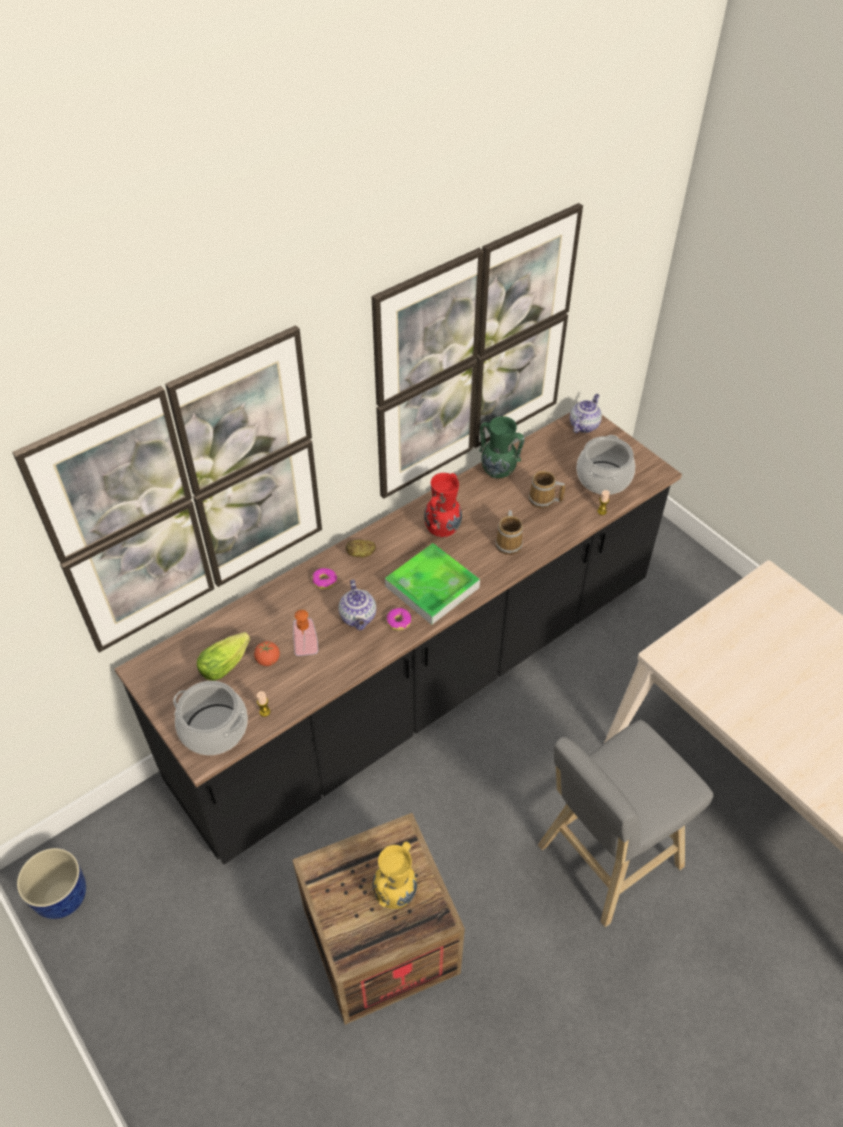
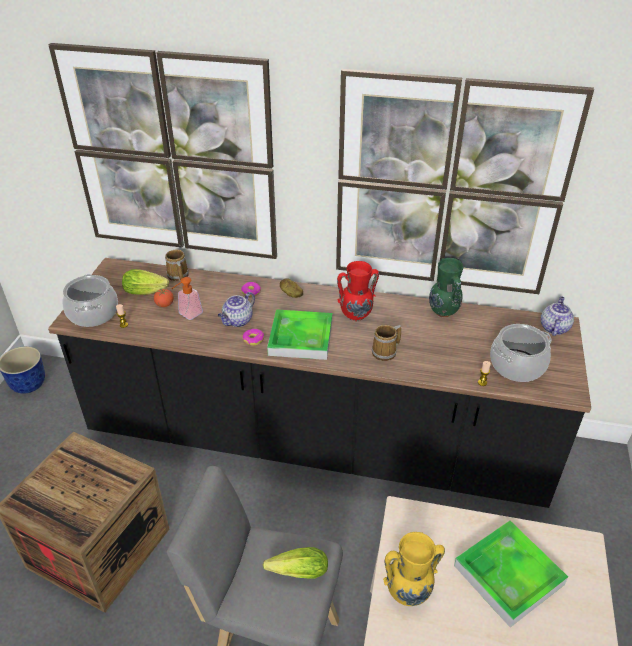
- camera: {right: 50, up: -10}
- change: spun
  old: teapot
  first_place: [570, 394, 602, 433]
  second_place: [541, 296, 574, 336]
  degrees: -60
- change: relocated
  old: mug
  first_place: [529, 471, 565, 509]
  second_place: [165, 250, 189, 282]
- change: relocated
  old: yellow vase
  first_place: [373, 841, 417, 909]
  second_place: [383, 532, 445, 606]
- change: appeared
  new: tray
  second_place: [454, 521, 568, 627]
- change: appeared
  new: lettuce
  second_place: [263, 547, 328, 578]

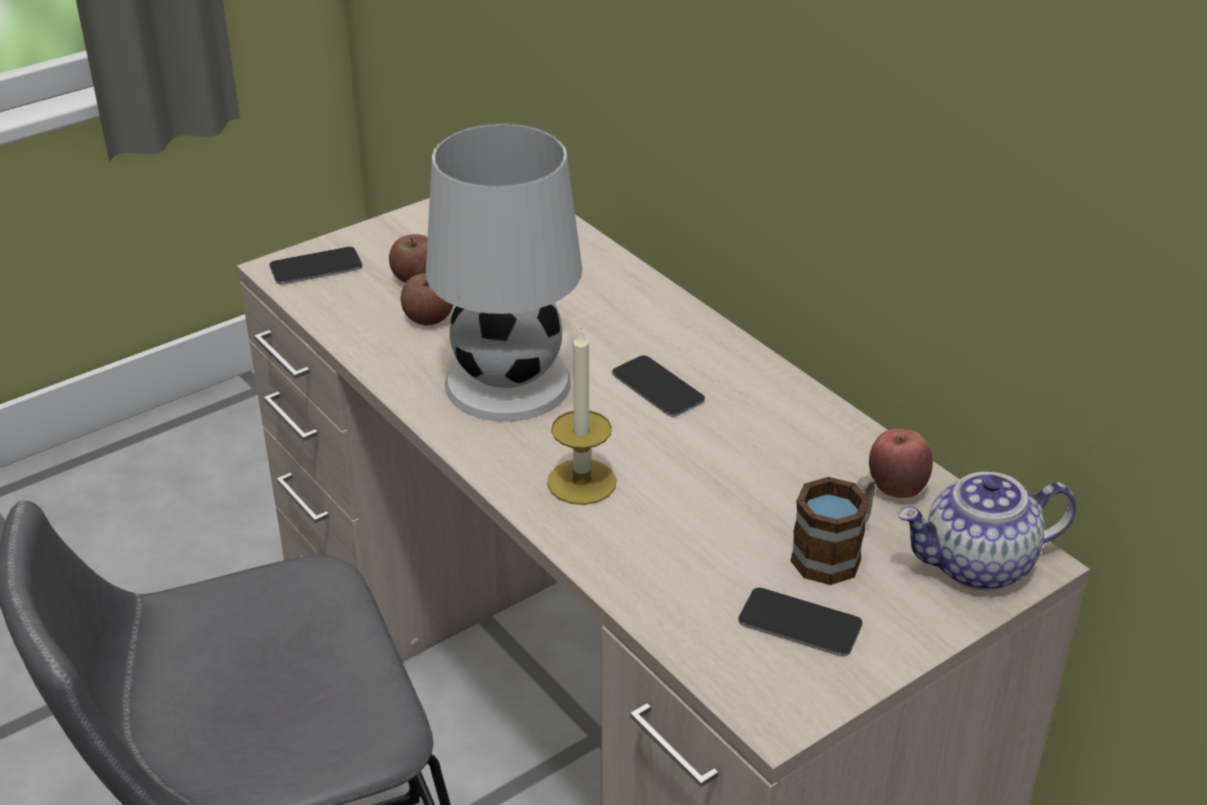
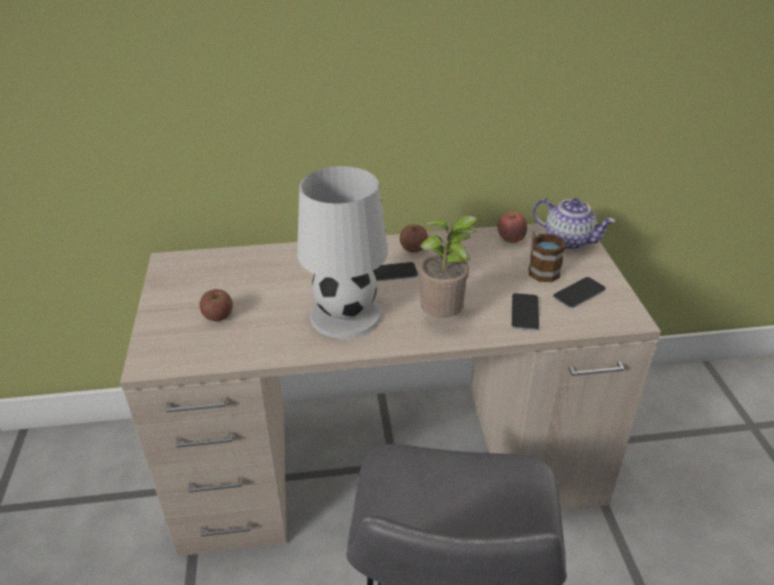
- camera: {right: -60, up: 0}
- change: relocated
  old: phone
  first_place: [269, 247, 362, 285]
  second_place: [512, 293, 539, 330]
- change: relocated
  old: apple
  first_place: [401, 273, 453, 325]
  second_place: [400, 225, 428, 253]
- change: exchanged
  old: candle
  new: potted plant
  first_place: [547, 327, 617, 505]
  second_place: [418, 216, 478, 318]
- change: spun
  old: teapot
  first_place: [898, 472, 1077, 590]
  second_place: [533, 198, 616, 250]
  degrees: -75

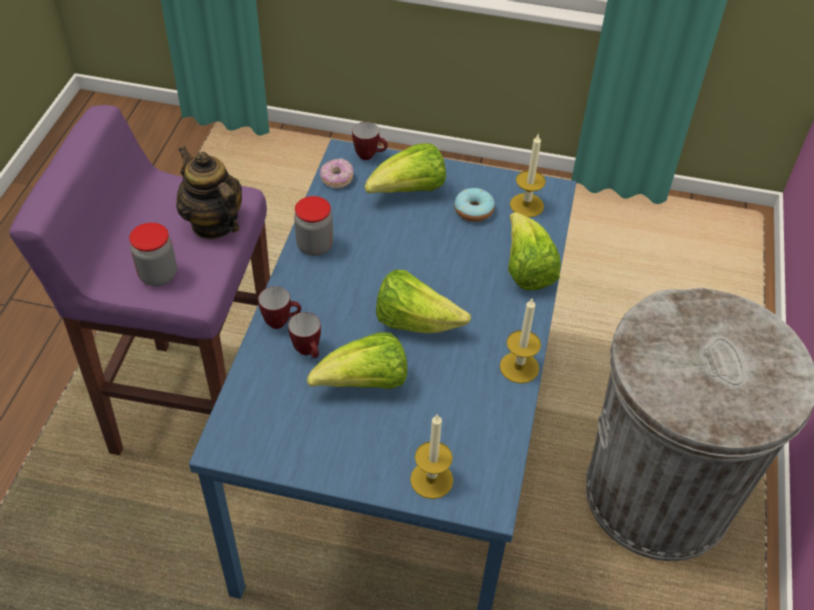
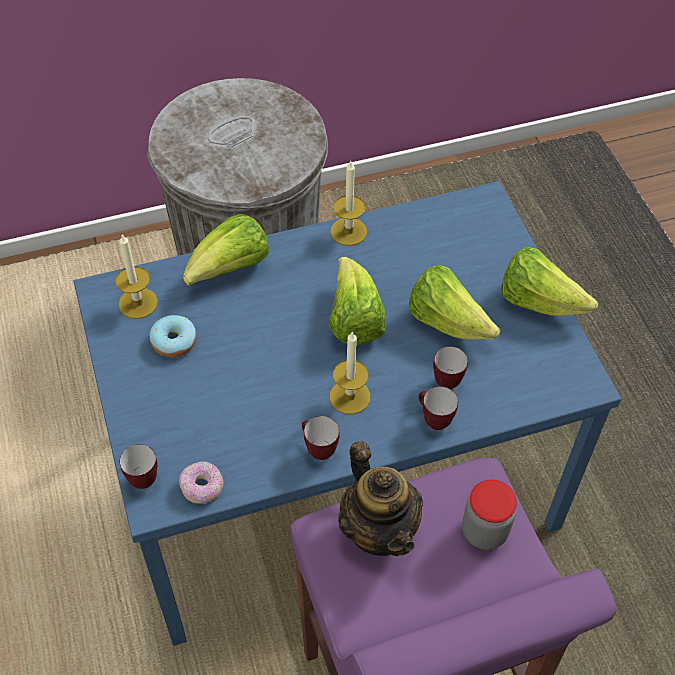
- camera: {right: -120, up: 5}
- change: relocated
  old: lettuce
  first_place: [365, 143, 446, 193]
  second_place: [501, 247, 598, 316]
- change: spun
  old: teapot
  first_place: [176, 146, 242, 239]
  second_place: [338, 441, 423, 556]
  degrees: -45
- change: exchanged
  old: jar
  new: mug
  first_place: [294, 196, 333, 256]
  second_place: [302, 416, 339, 460]
- change: relocated
  old: candle
  first_place: [410, 413, 453, 499]
  second_place: [330, 331, 370, 414]

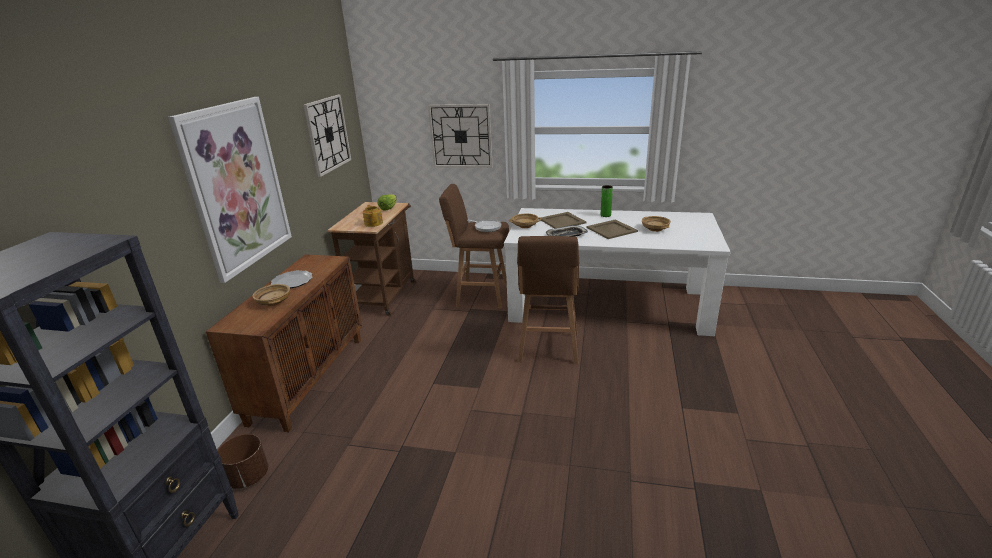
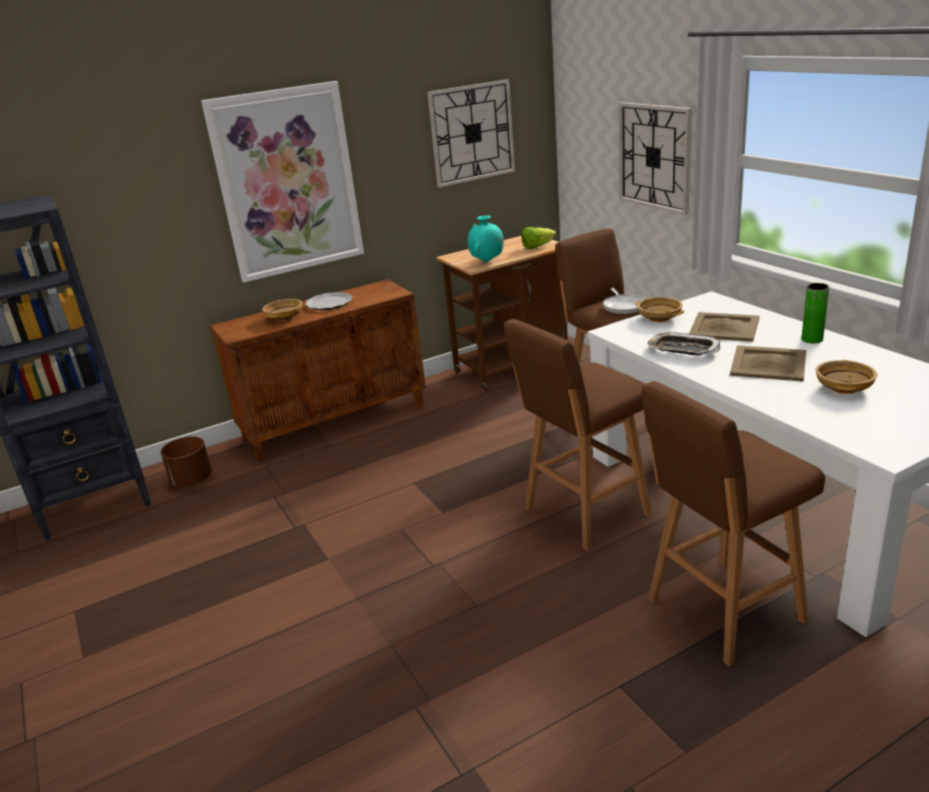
- camera: {right: 50, up: 0}
- change: exchanged
  old: teapot
  new: turquoise vase
  first_place: [363, 205, 383, 227]
  second_place: [467, 215, 504, 262]
- change: appeared
  new: brown stool
  second_place: [642, 381, 825, 666]

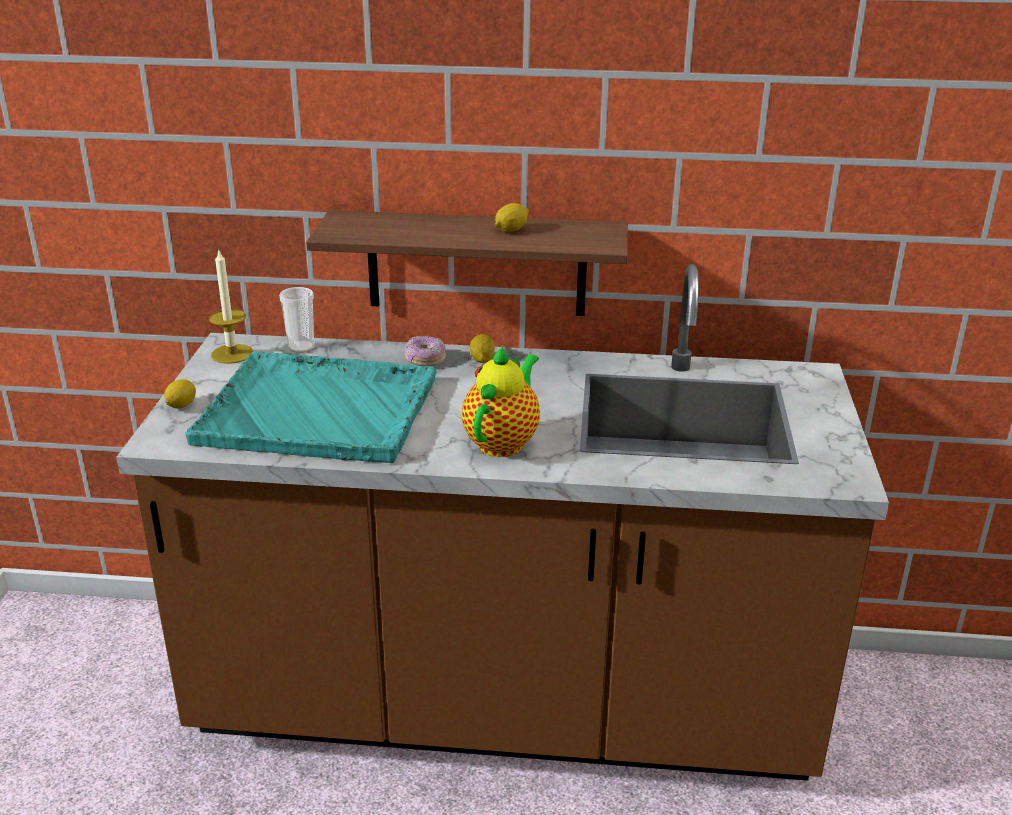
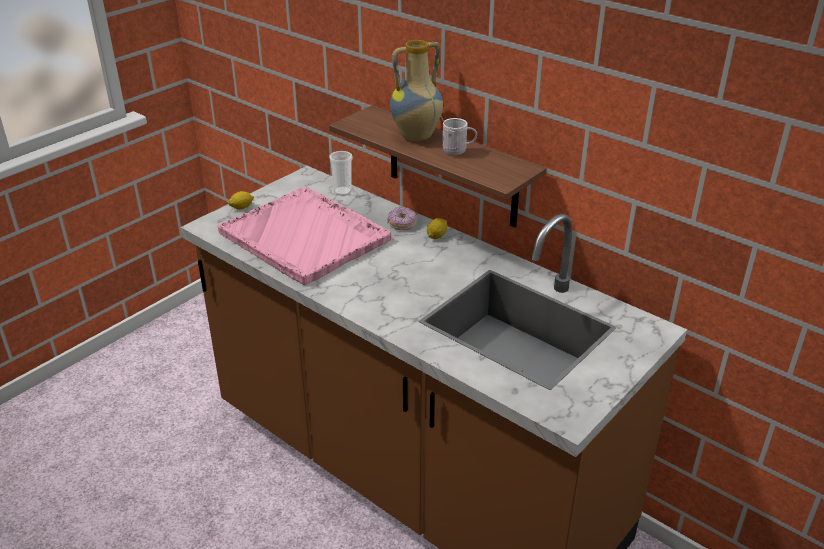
- camera: {right: 35, up: 5}
- change: exchanged
  old: lemon
  new: white mug
  first_place: [495, 203, 529, 233]
  second_place: [441, 116, 477, 155]
- change: missing
  old: candle
  first_place: [209, 248, 253, 364]
- change: missing
  old: teapot
  first_place: [462, 345, 540, 457]
- change: colour
  old: turquoise tray
  new: pink tray
  first_place: [185, 352, 436, 463]
  second_place: [217, 186, 391, 285]
- change: appeared
  new: vase
  second_place: [390, 40, 443, 141]

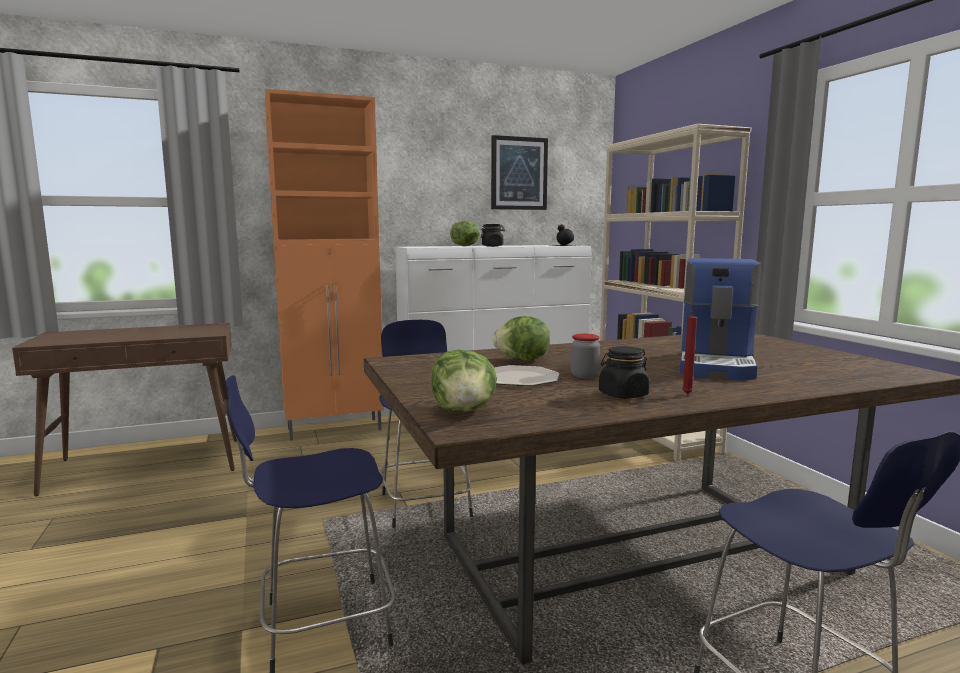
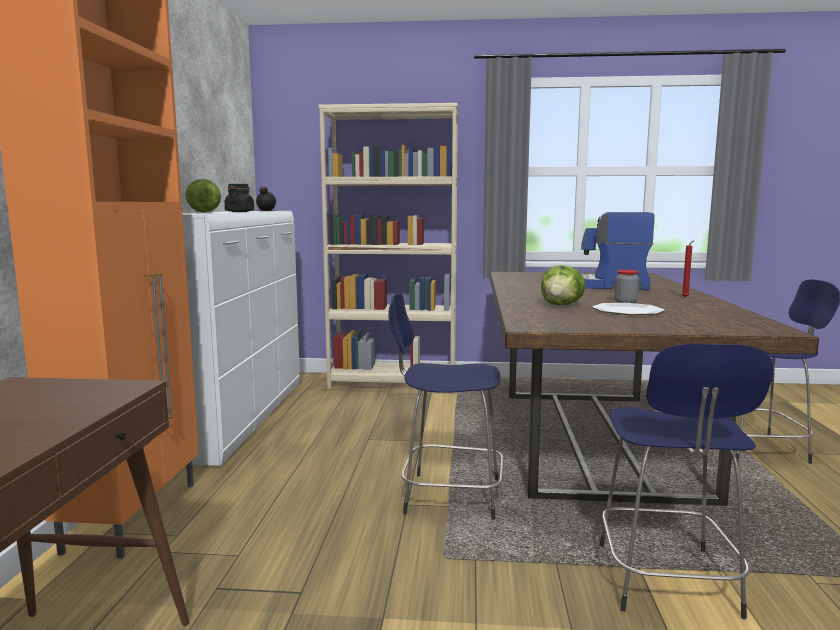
- camera: {right: -65, up: 0}
- change: missing
  old: picture
  first_place: [491, 135, 548, 210]
- change: spun
  old: coffee machine
  first_place: [680, 258, 761, 381]
  second_place: [581, 212, 655, 290]
  degrees: 150
- change: missing
  old: black jar
  first_place: [599, 346, 649, 399]
- change: missing
  old: lettuce
  first_place: [431, 350, 497, 413]

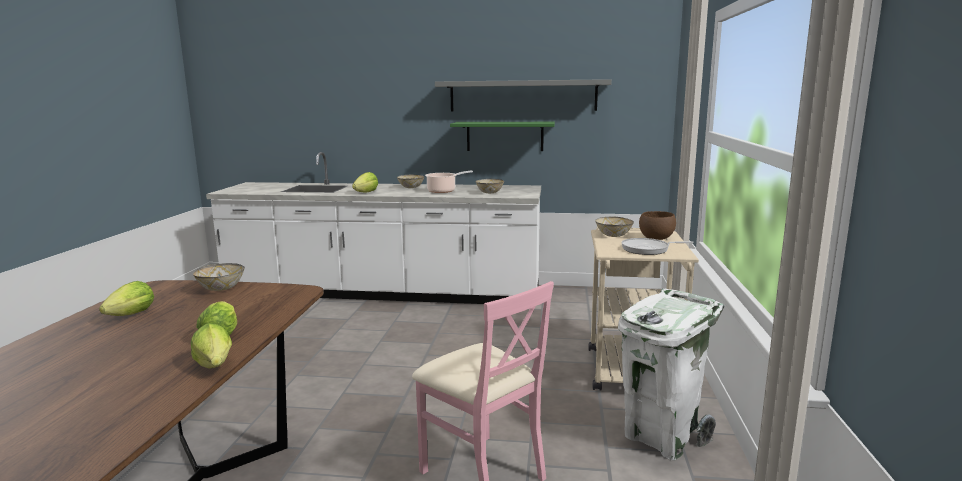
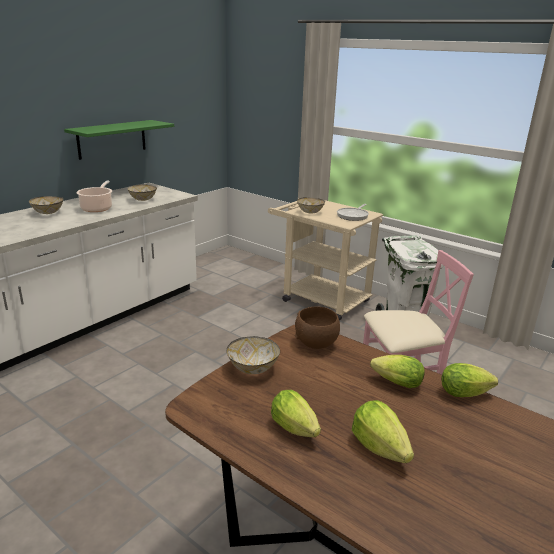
- camera: {right: -60, up: 10}
- change: missing
  old: grey shelf
  first_place: [435, 79, 612, 112]
- change: relocated
  old: lettuce
  first_place: [352, 172, 378, 192]
  second_place: [352, 400, 414, 463]
- change: relocated
  old: brown bowl
  first_place: [639, 211, 676, 240]
  second_place: [295, 307, 340, 349]

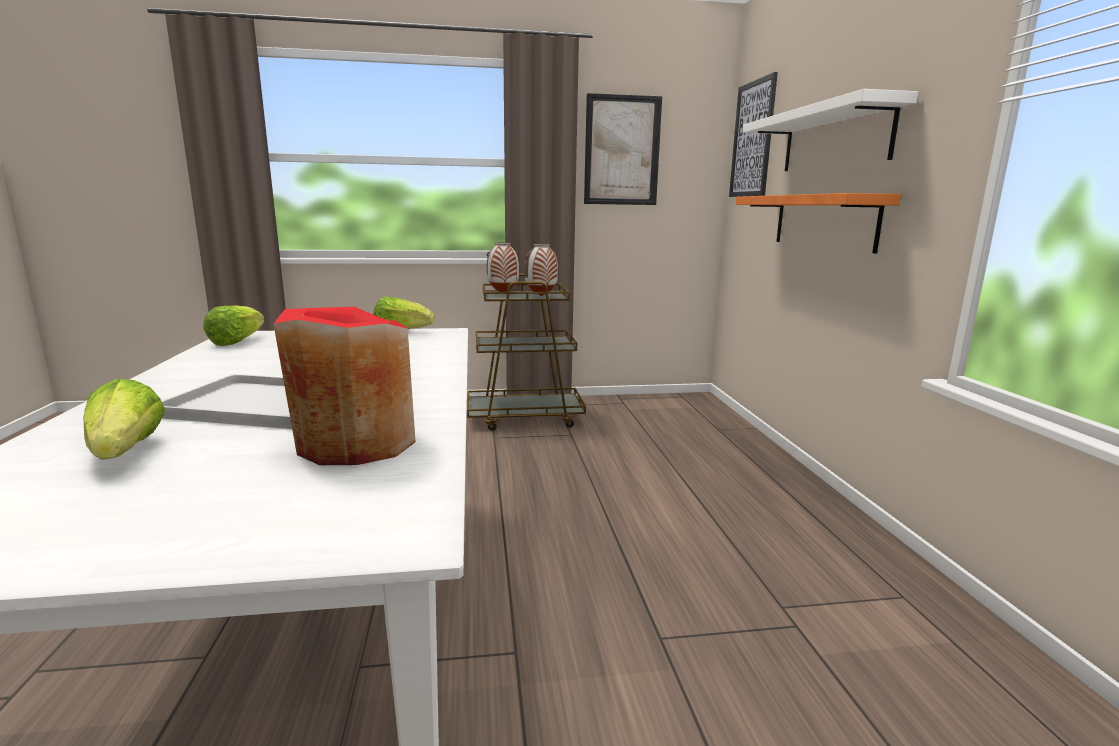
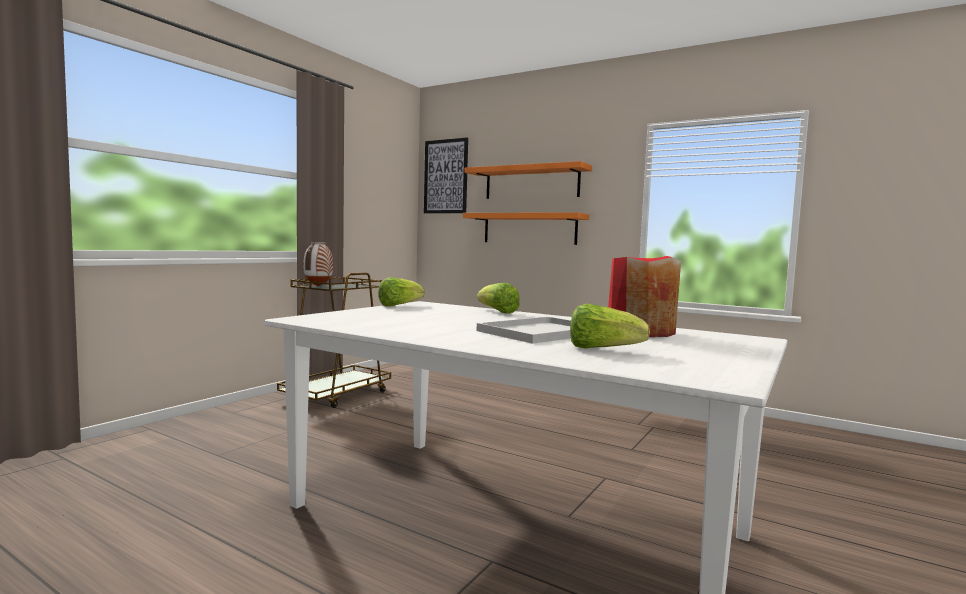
- camera: {right: -50, up: -10}
- change: colour
  old: white shelf
  new: orange shelf
  first_place: [742, 89, 918, 171]
  second_place: [465, 161, 592, 199]
- change: missing
  old: picture
  first_place: [584, 93, 662, 205]
- change: missing
  old: vase
  first_place: [525, 244, 558, 296]
- change: relocated
  old: lettuce
  first_place: [203, 305, 264, 346]
  second_place: [477, 283, 520, 313]

